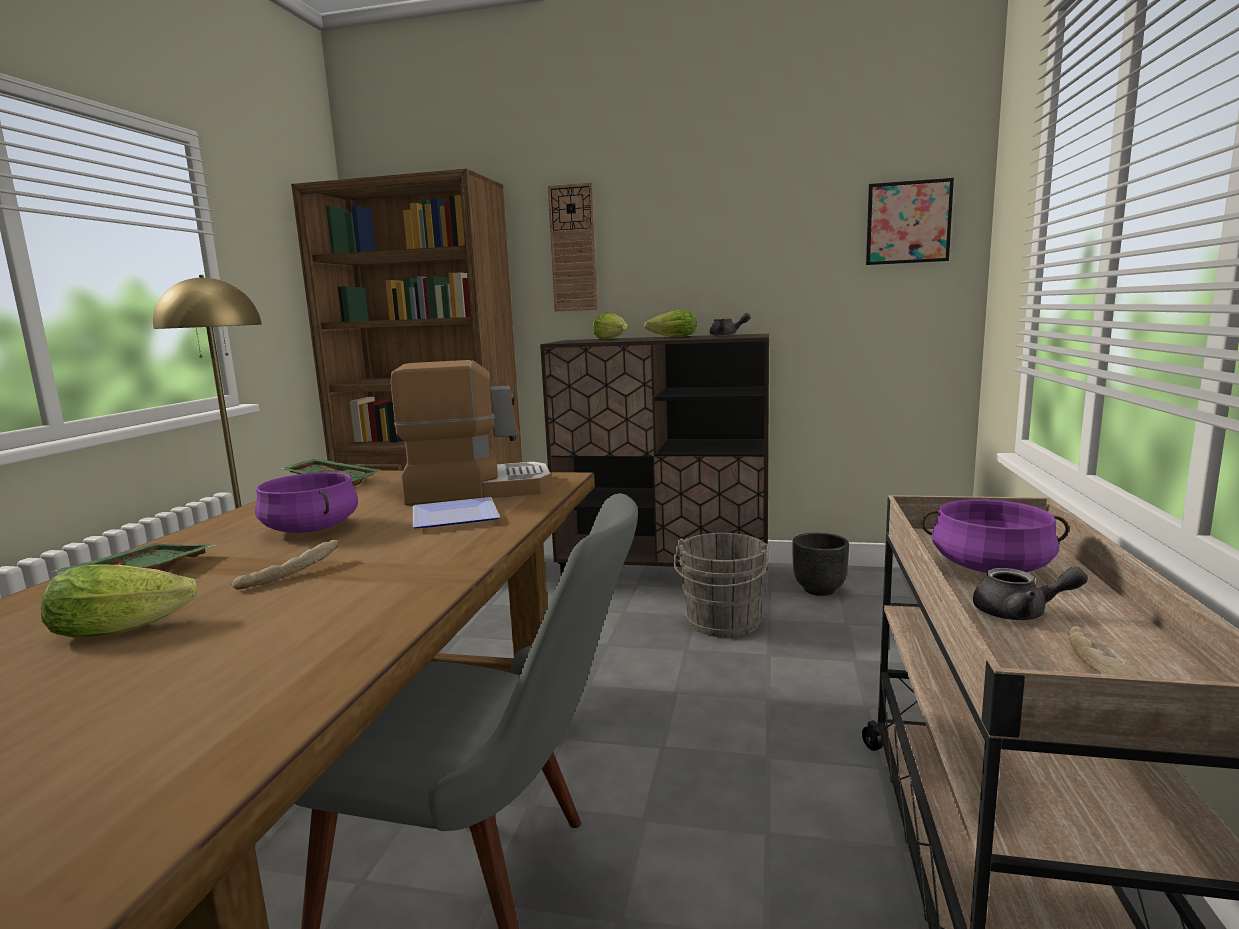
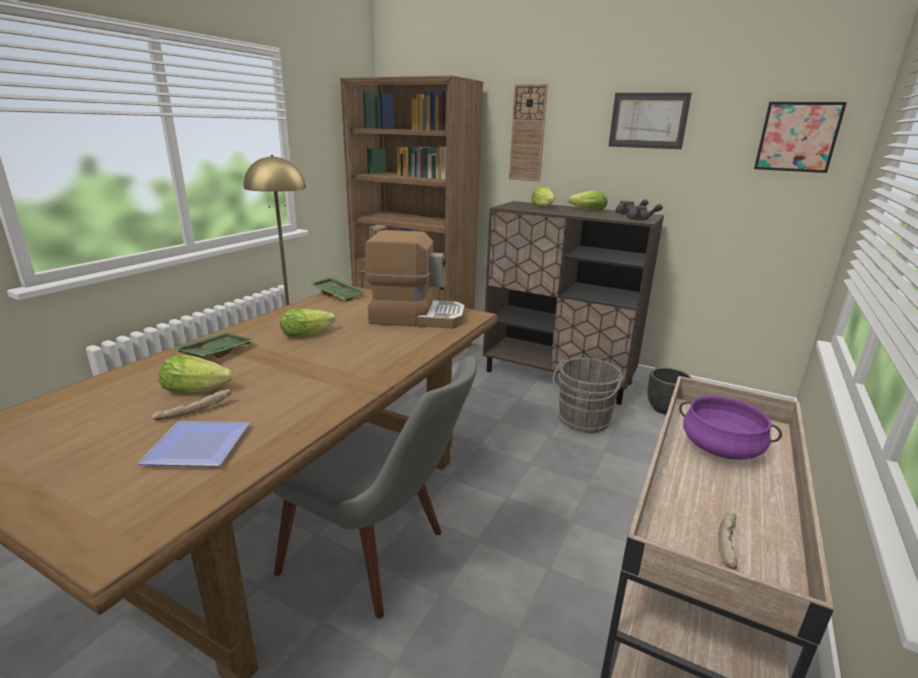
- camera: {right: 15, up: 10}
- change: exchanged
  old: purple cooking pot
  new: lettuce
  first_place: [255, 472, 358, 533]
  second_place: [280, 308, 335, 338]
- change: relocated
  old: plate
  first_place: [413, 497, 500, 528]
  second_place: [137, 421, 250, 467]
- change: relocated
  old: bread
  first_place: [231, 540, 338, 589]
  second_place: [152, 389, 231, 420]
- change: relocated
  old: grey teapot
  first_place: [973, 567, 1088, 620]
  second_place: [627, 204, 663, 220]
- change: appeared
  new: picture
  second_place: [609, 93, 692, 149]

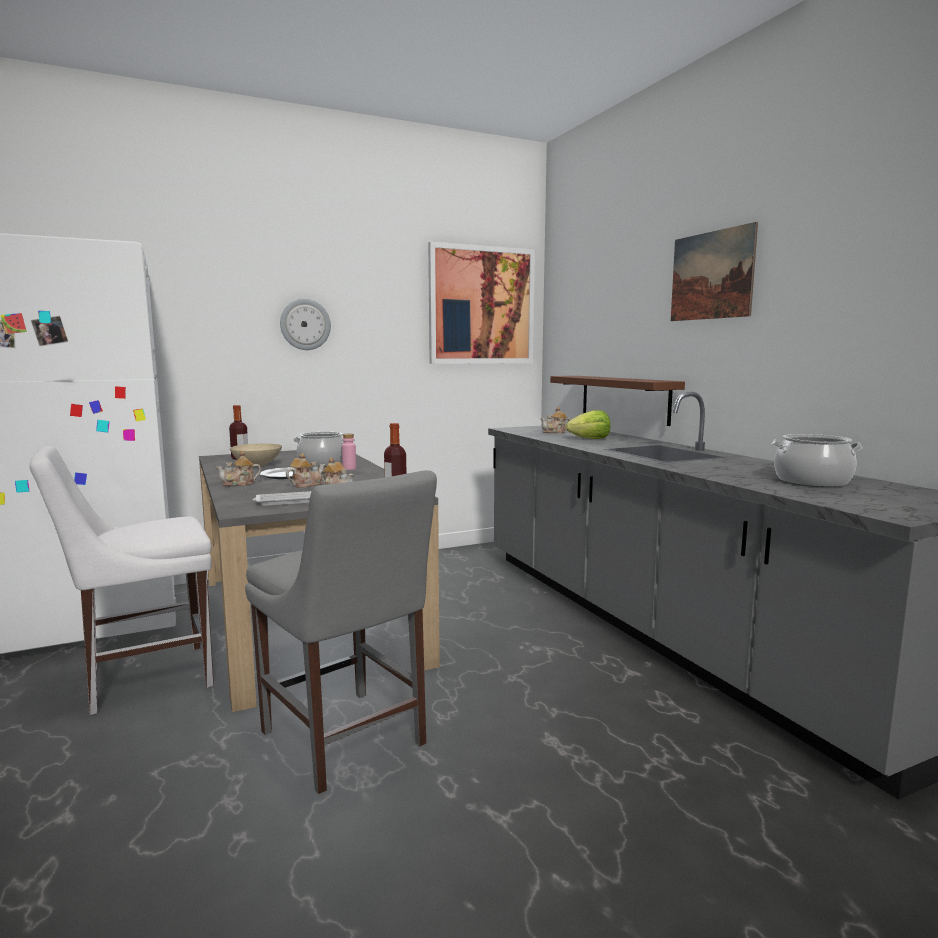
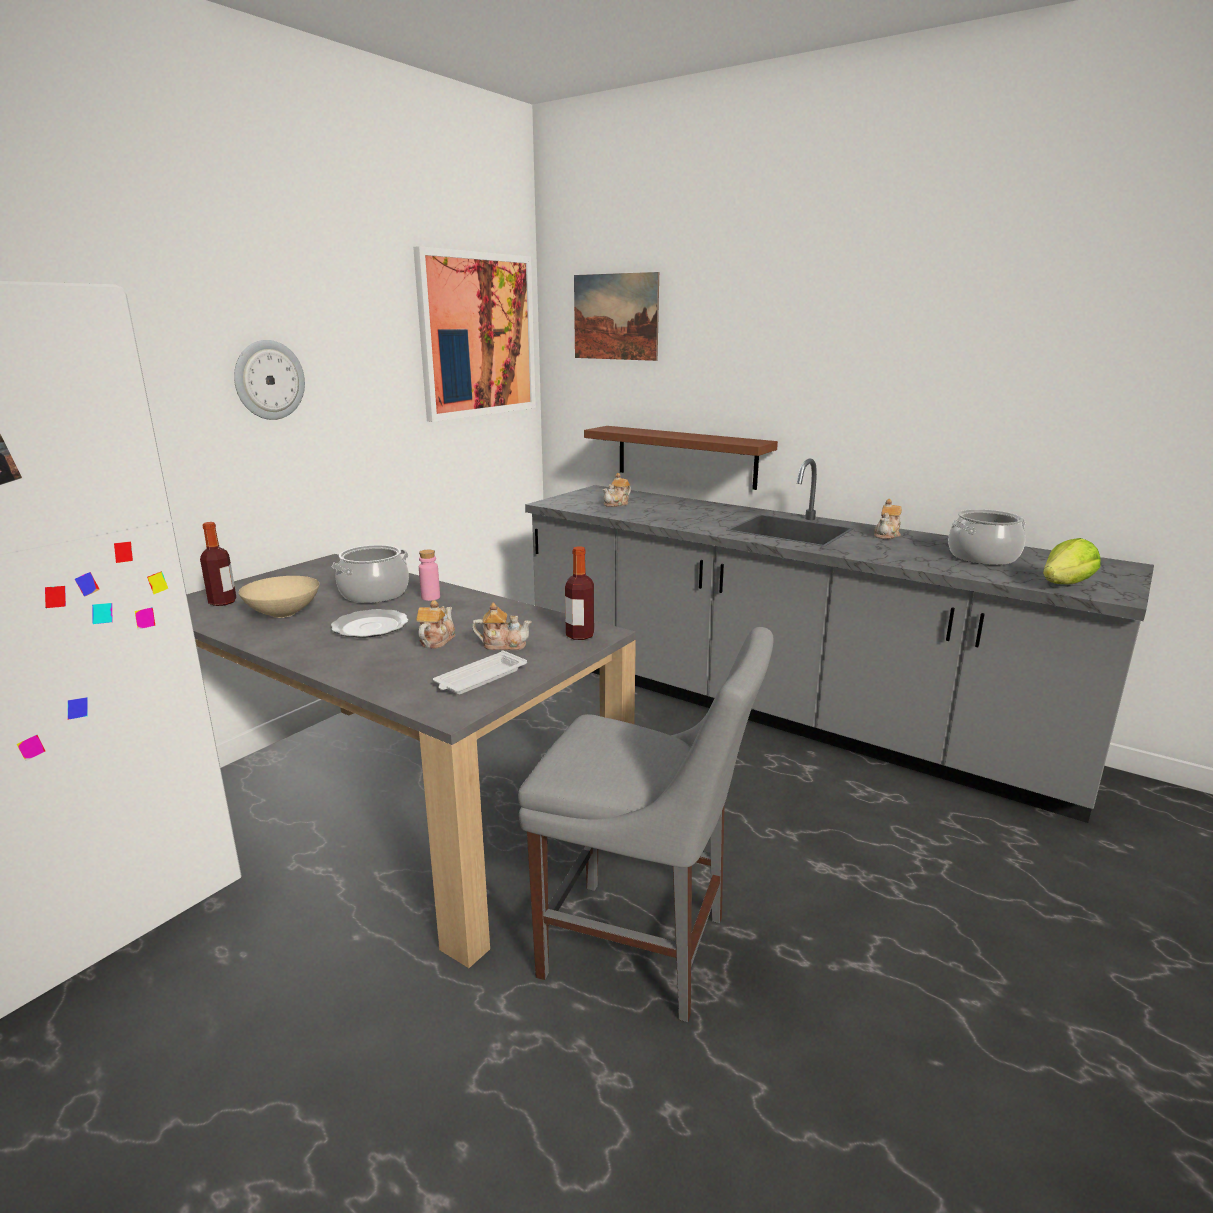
- camera: {right: -30, up: 10}
- change: relocated
  old: picture
  first_place: [671, 222, 758, 321]
  second_place: [574, 272, 659, 361]
- change: relocated
  old: lettuce
  first_place: [566, 410, 610, 439]
  second_place: [1043, 538, 1101, 584]
- change: missing
  old: white chair
  first_place: [29, 446, 214, 715]
- change: relocated
  old: teapot
  first_place: [216, 451, 261, 486]
  second_place: [874, 499, 902, 539]

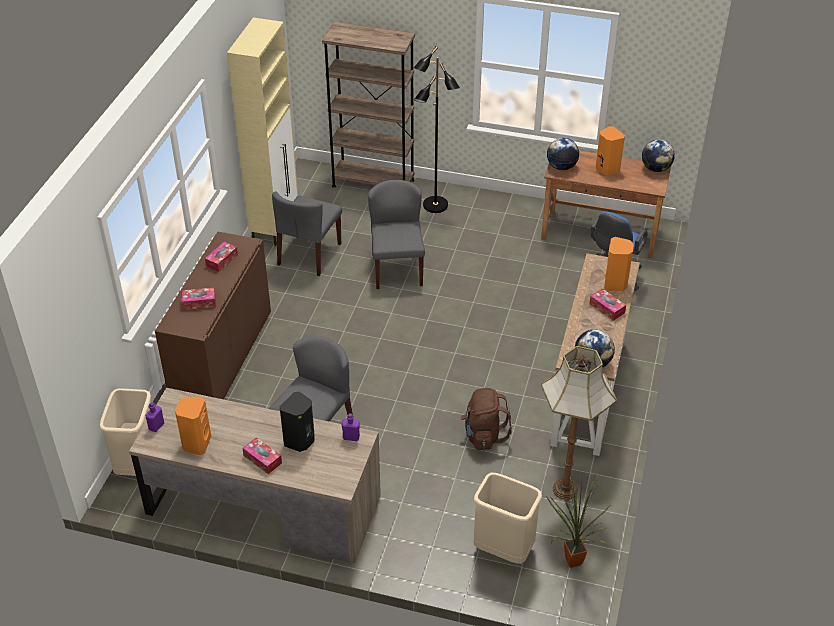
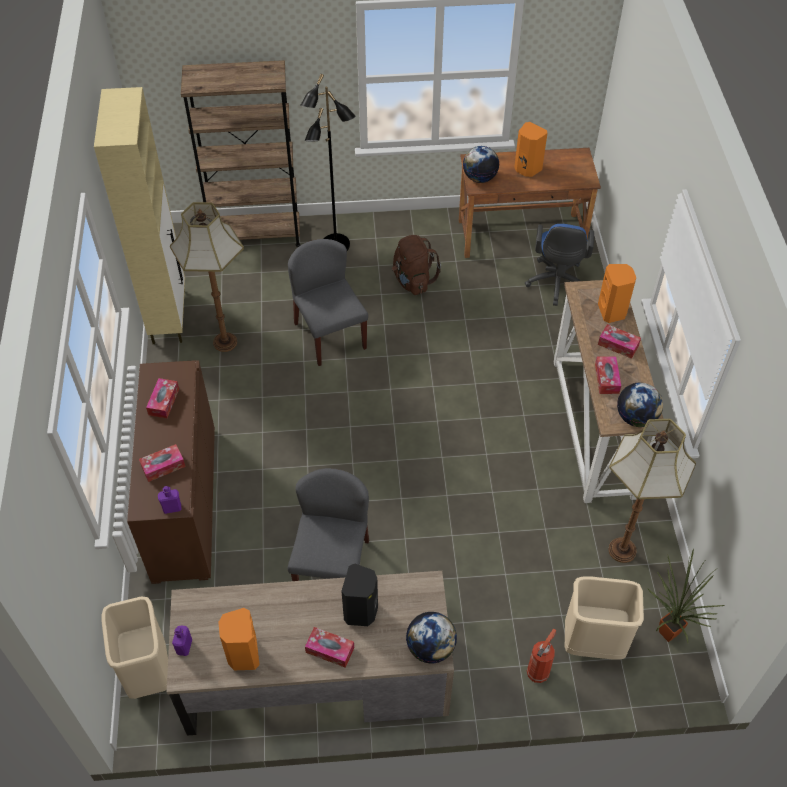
- camera: {right: -20, up: 10}
- change: relocated
  old: globe
  first_place: [642, 140, 675, 172]
  second_place: [406, 612, 457, 663]
- change: exchanged
  old: grey chair
  new: floor lamp
  first_place: [272, 191, 342, 276]
  second_place: [170, 202, 244, 352]
- change: relocated
  old: brown backpack
  first_place: [461, 388, 512, 450]
  second_place: [392, 235, 441, 295]
- change: relocated
  old: purple bottle
  first_place: [341, 413, 360, 441]
  second_place: [158, 486, 182, 514]
- change: appeared
  new: tissue box
  second_place: [595, 356, 621, 394]
- change: appeared
  new: fire extinguisher
  second_place: [527, 628, 557, 683]

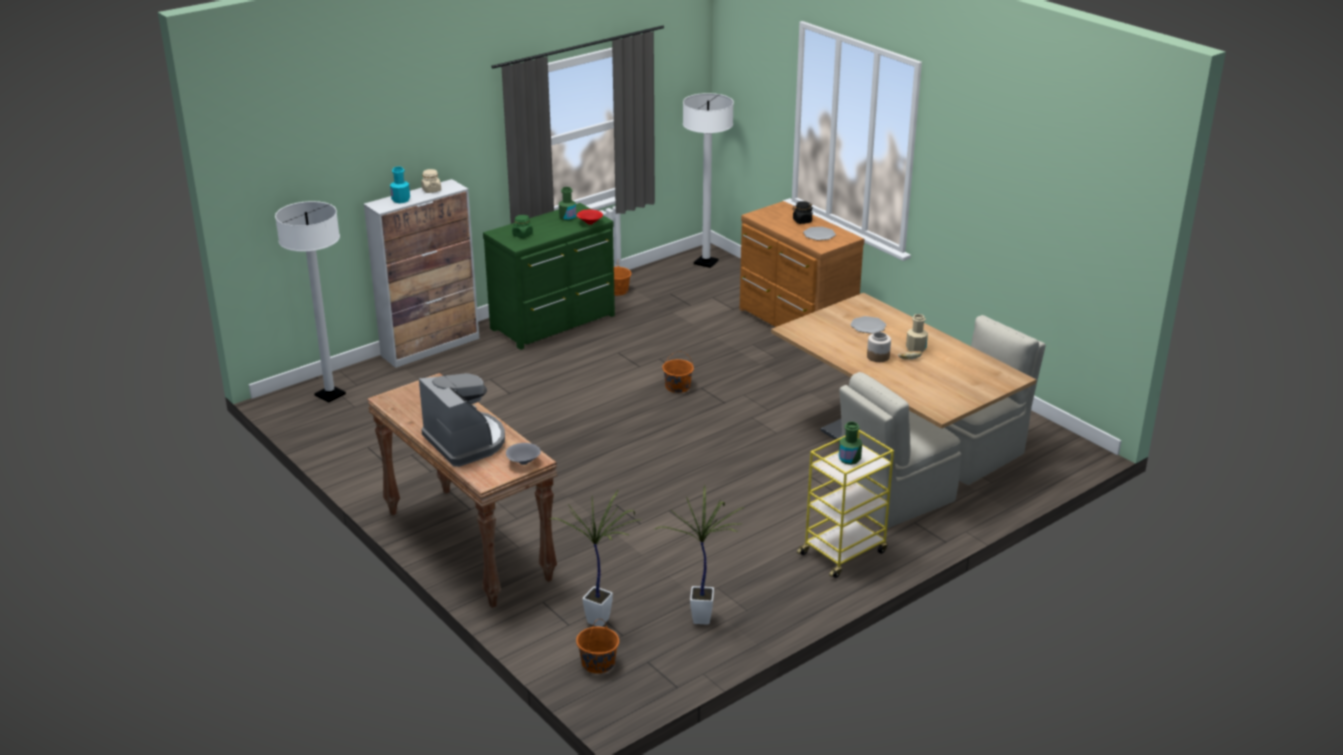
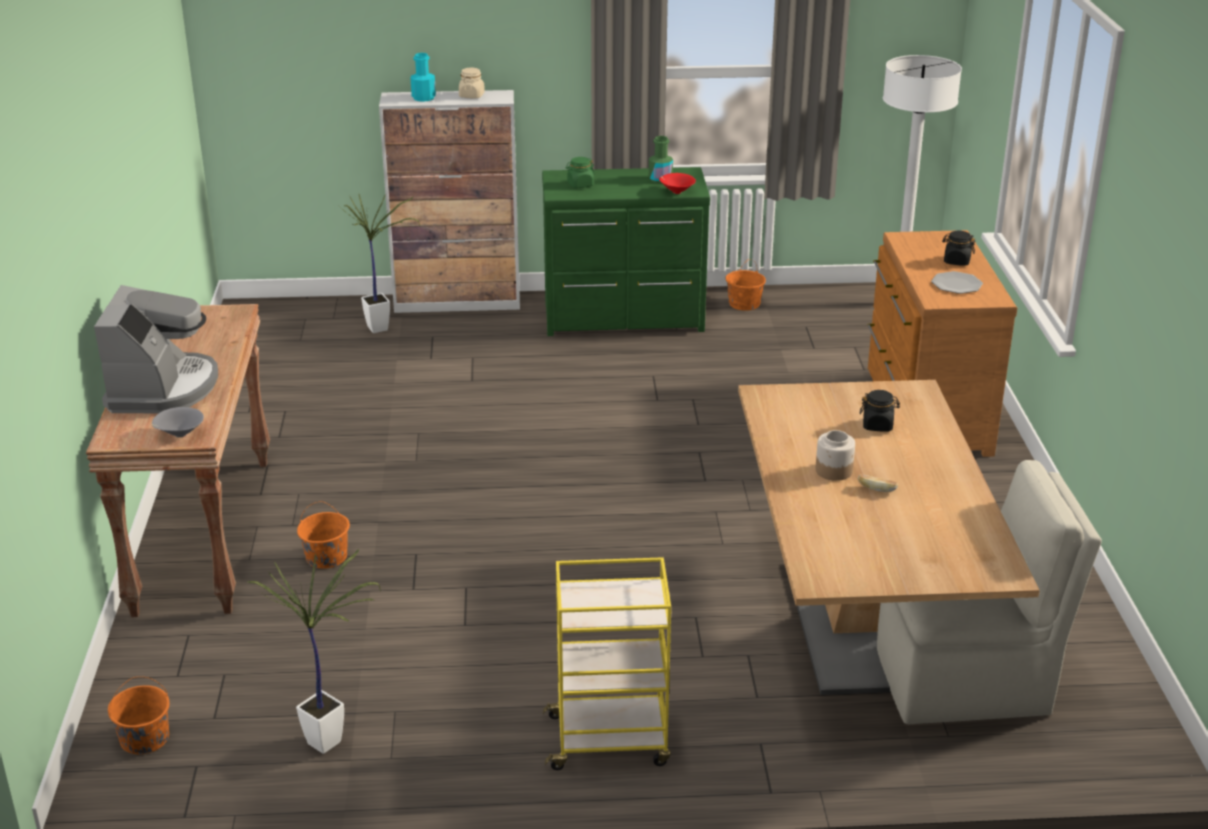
- camera: {right: 35, up: 0}
- change: missing
  old: white floor lamp
  first_place: [275, 201, 346, 403]
- change: missing
  old: beige bottle
  first_place: [906, 314, 928, 352]
- change: exchanged
  old: plate
  new: black jar
  first_place: [851, 316, 886, 334]
  second_place: [860, 390, 900, 432]
- change: relocated
  old: orange bucket
  first_place: [662, 351, 694, 393]
  second_place: [297, 501, 350, 569]
- change: missing
  old: beige chair
  first_place: [839, 372, 961, 528]
- change: missing
  old: green bottle
  first_place: [839, 421, 862, 465]
- change: relocated
  old: potted plant
  first_place: [550, 490, 640, 627]
  second_place: [339, 194, 420, 333]

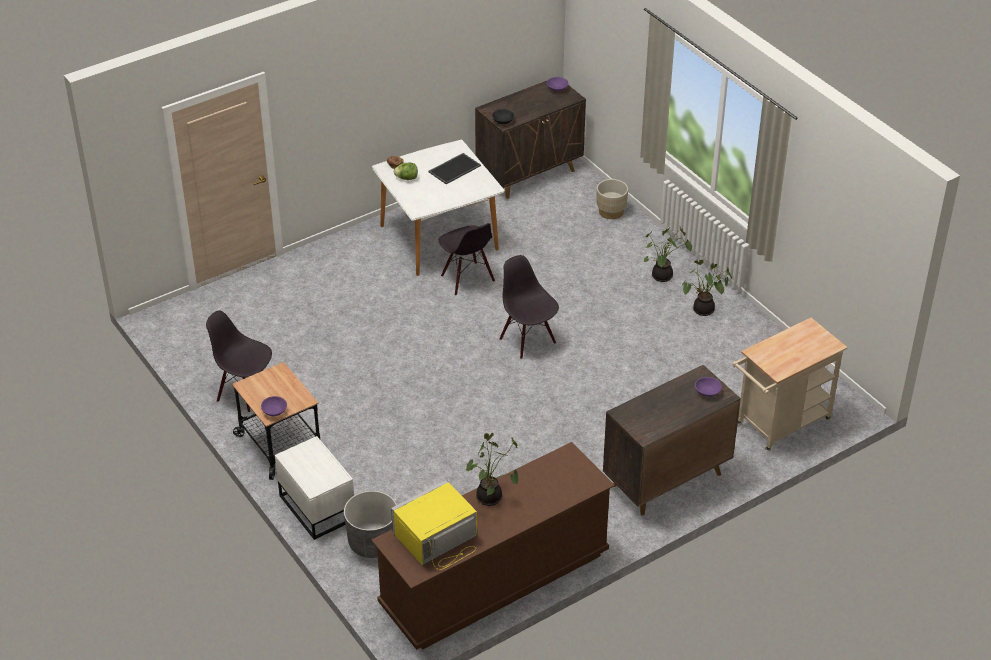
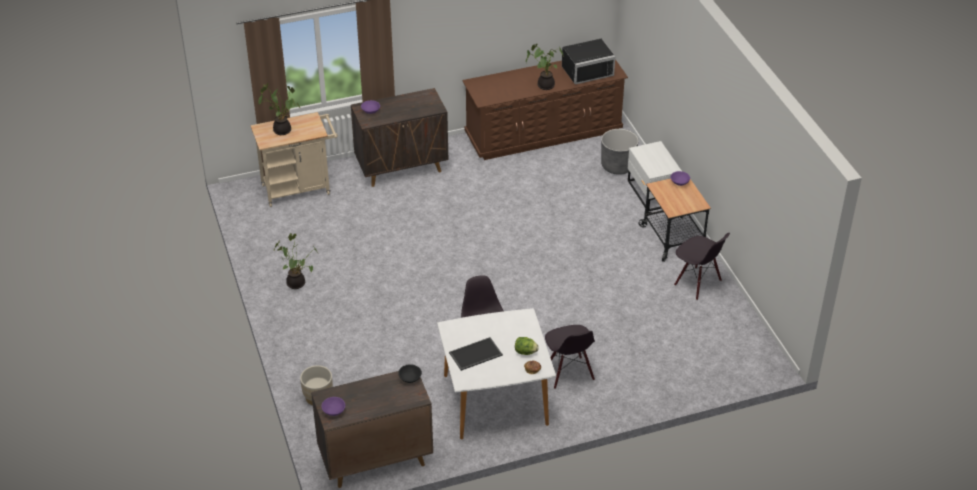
- camera: {right: -165, up: 0}
- change: relocated
  old: potted plant
  first_place: [643, 227, 692, 282]
  second_place: [258, 83, 300, 135]
- change: relocated
  old: black chair
  first_place: [499, 255, 559, 359]
  second_place: [545, 325, 595, 389]
- change: colour
  old: yellow microwave
  new: black microwave
  first_place: [391, 480, 477, 570]
  second_place: [562, 39, 615, 84]

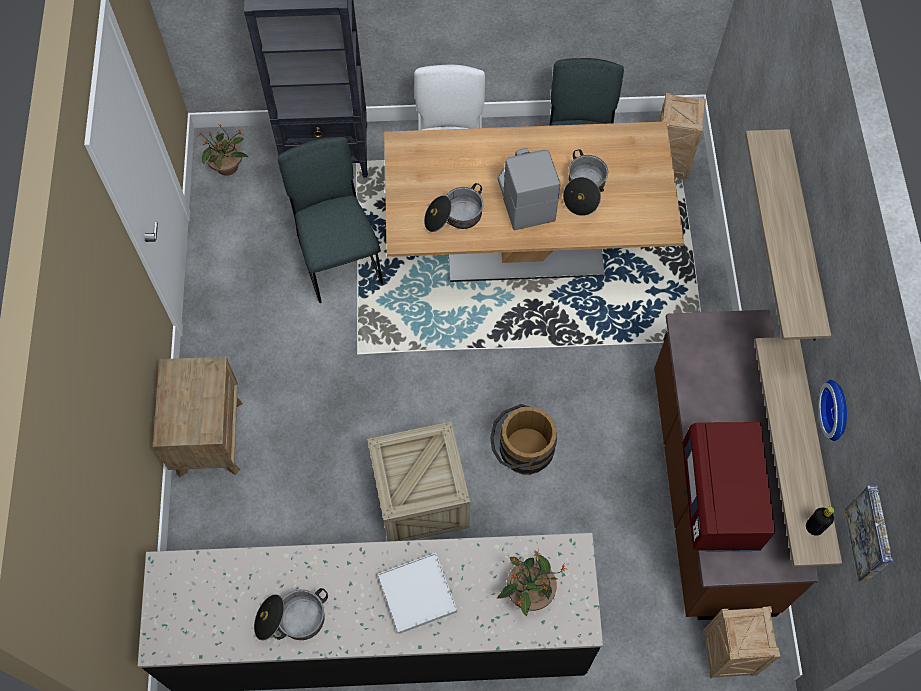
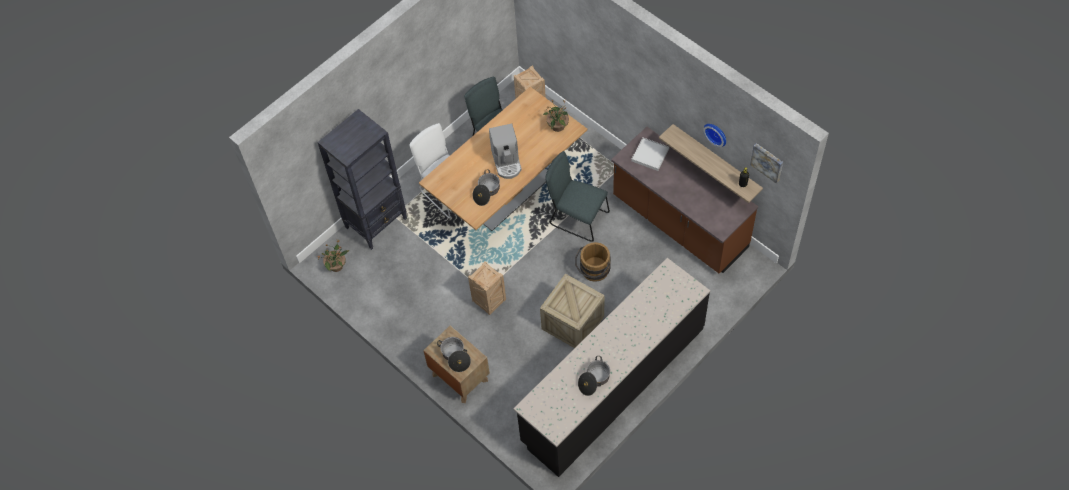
- camera: {right: -40, up: -5}
- change: missing
  old: shelf
  first_place: [745, 129, 831, 341]
- change: relocated
  old: grey chair
  first_place: [278, 137, 383, 303]
  second_place: [545, 151, 610, 242]
- change: spun
  old: coffee machine
  first_place: [498, 148, 560, 231]
  second_place: [489, 124, 522, 179]
  degrees: -135
- change: relocated
  old: cooking pot
  first_place: [563, 149, 608, 216]
  second_place: [437, 337, 471, 372]
- change: missing
  old: red microwave
  first_place: [682, 422, 775, 552]
- change: relocated
  old: potted plant
  first_place: [497, 549, 566, 616]
  second_place: [543, 100, 569, 132]
- change: relocated
  old: white tray
  first_place: [378, 553, 457, 634]
  second_place: [631, 138, 669, 171]
- change: relocated
  old: crate
  first_place: [703, 606, 781, 679]
  second_place: [468, 261, 506, 315]

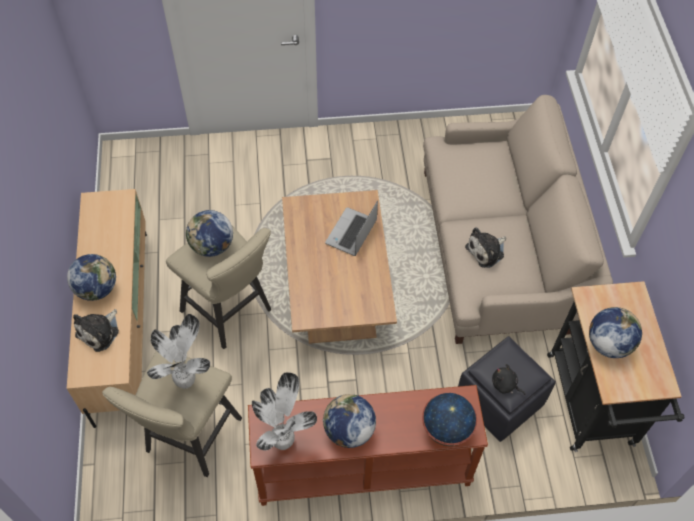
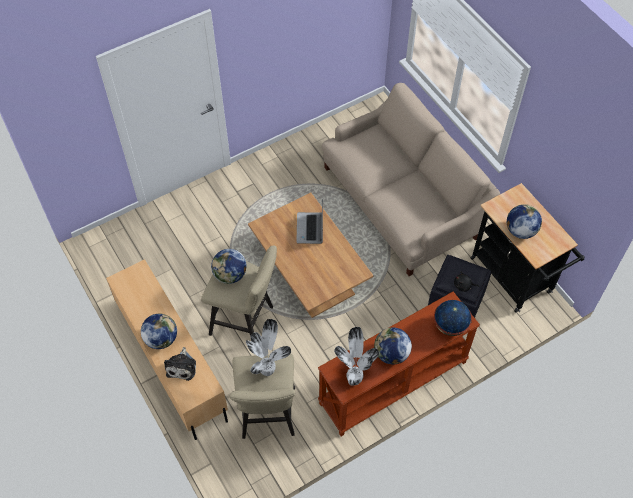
- camera: {right: -25, up: 0}
- change: missing
  old: plush toy
  first_place: [465, 227, 506, 268]

